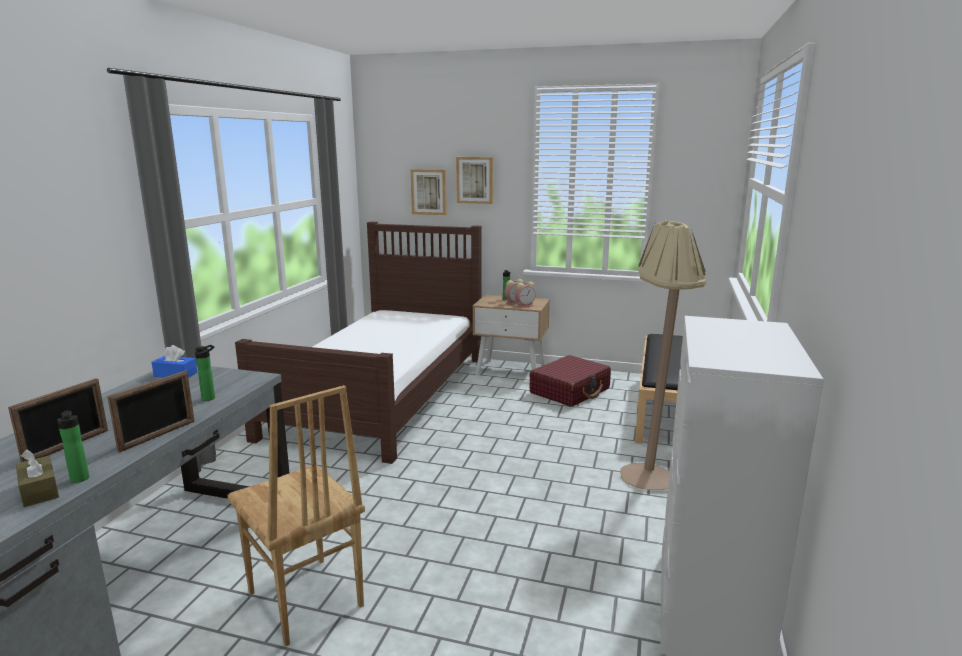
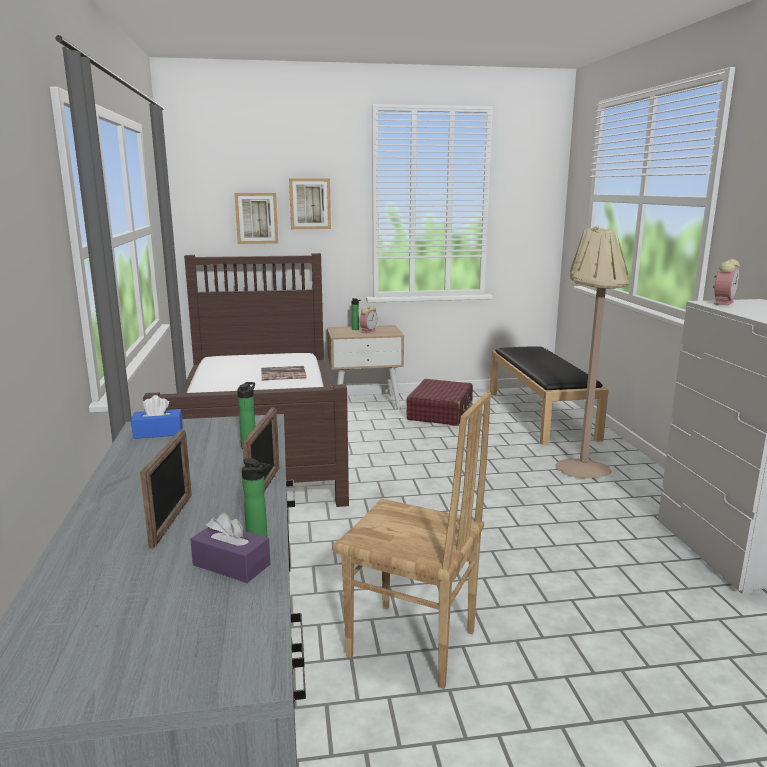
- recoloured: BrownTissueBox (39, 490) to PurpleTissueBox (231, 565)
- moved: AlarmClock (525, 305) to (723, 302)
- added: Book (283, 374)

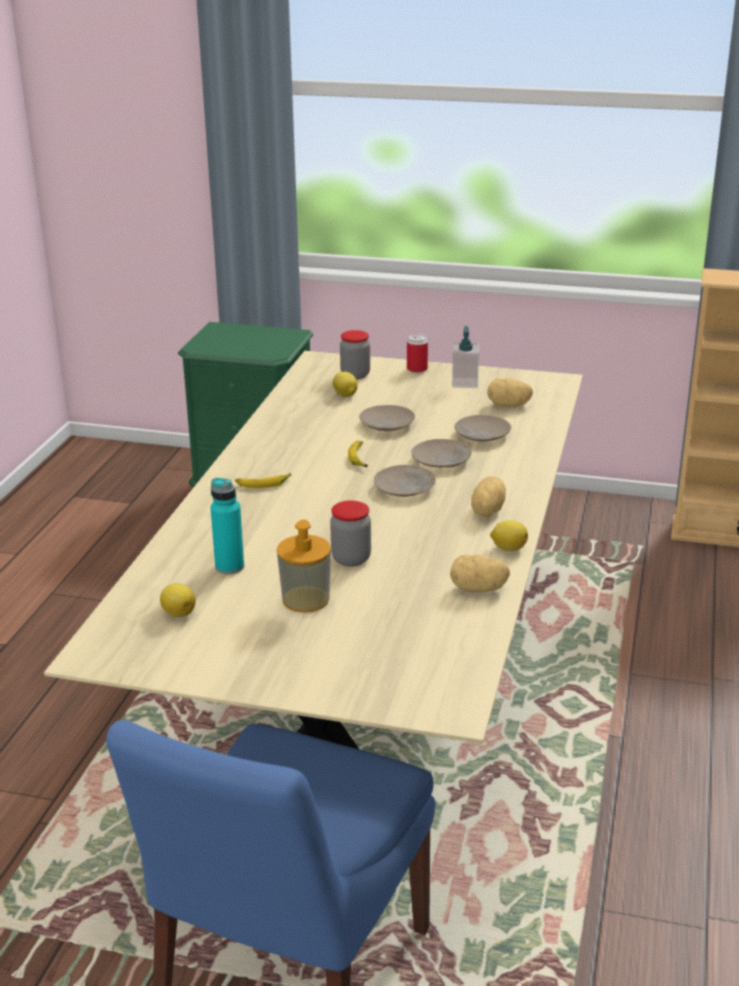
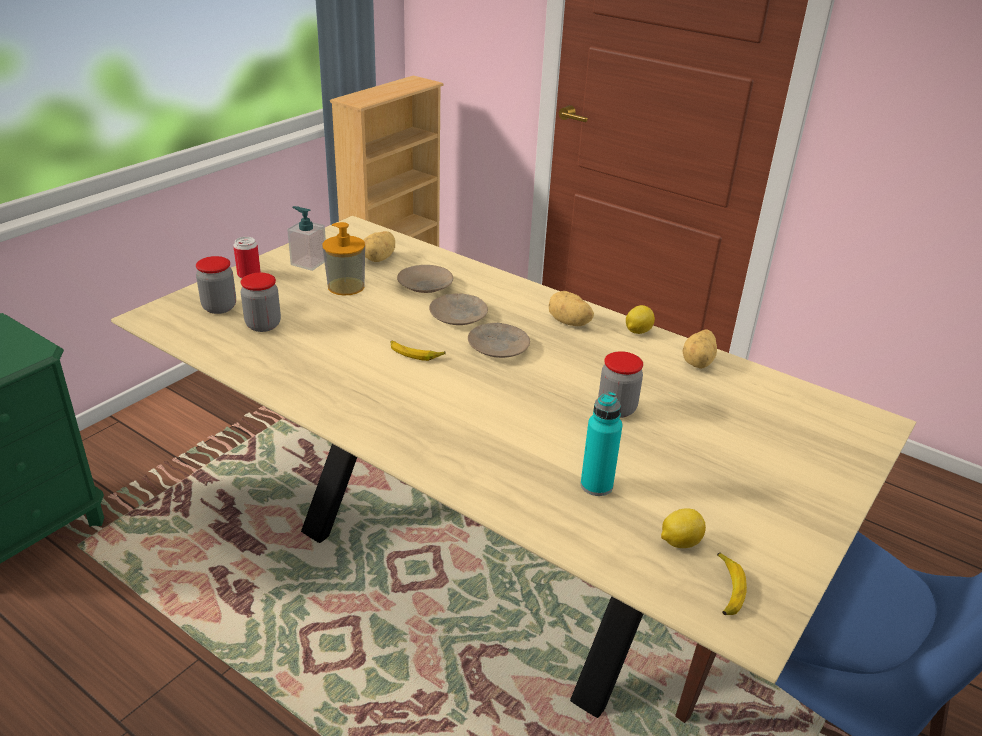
- moved: Banana (263, 484) to (727, 589)
- moved: SoapDispenser (305, 599) to (346, 286)
- replaced: Lemon (345, 395) to Jar (263, 325)
- removed: BeigePlate (387, 425)

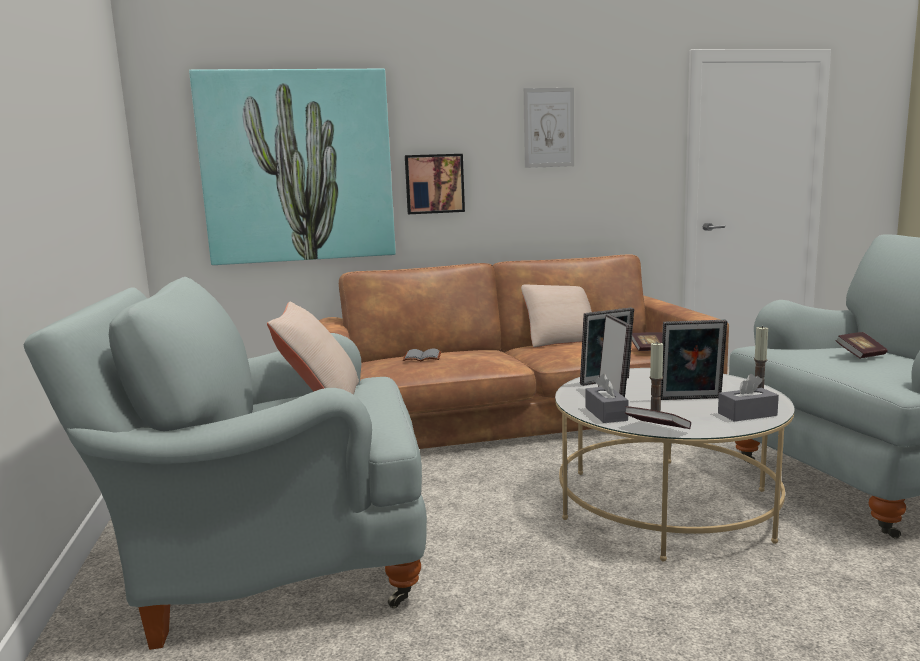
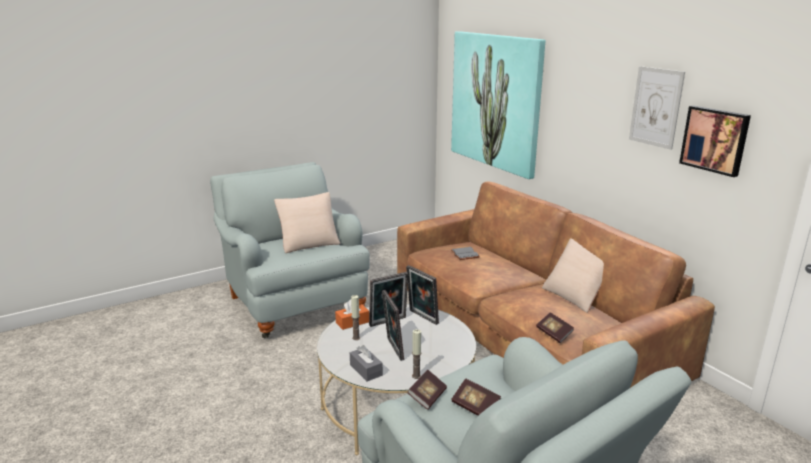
- moved: Picture (434, 184) to (715, 140)
- recoloured: GreyTissueBox (606, 414) to OrangeTissueBox (352, 322)
- moved: Book (657, 430) to (427, 397)

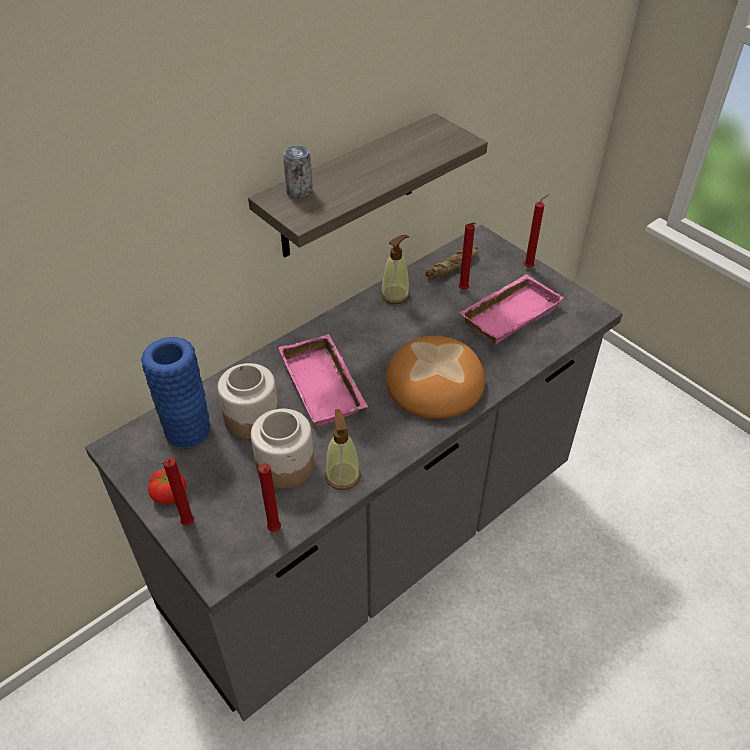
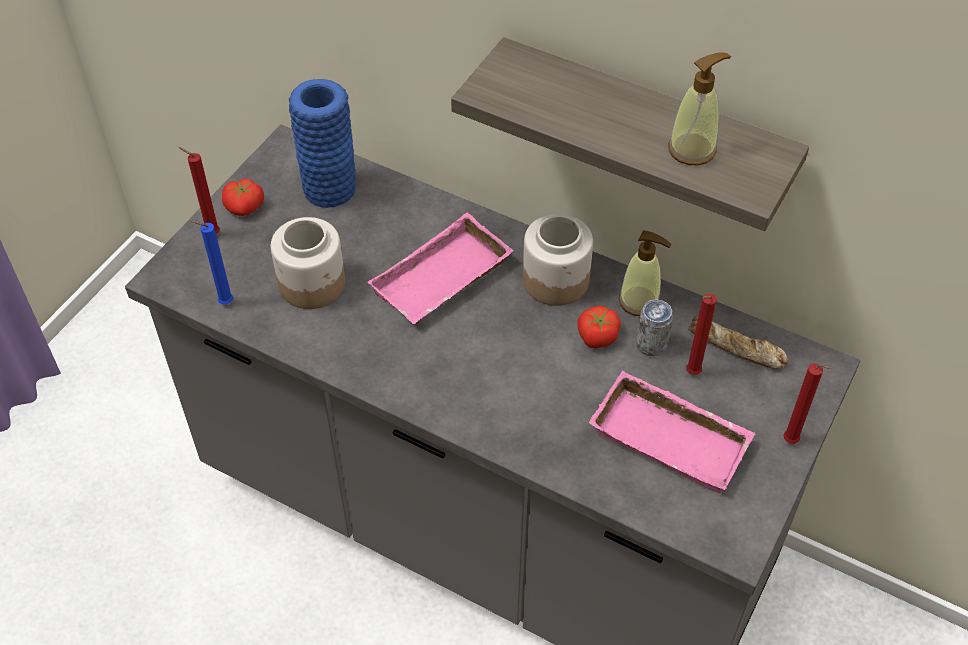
- moved: Jar (251, 417) to (556, 280)
- recoloured: RedCandle (274, 531) to BlueCandle (223, 303)
- moved: Can (299, 192) to (651, 345)
- moved: SoapDispenser (342, 475) to (692, 149)
- removed: Bread (434, 382)
- added: Tomato (597, 336)

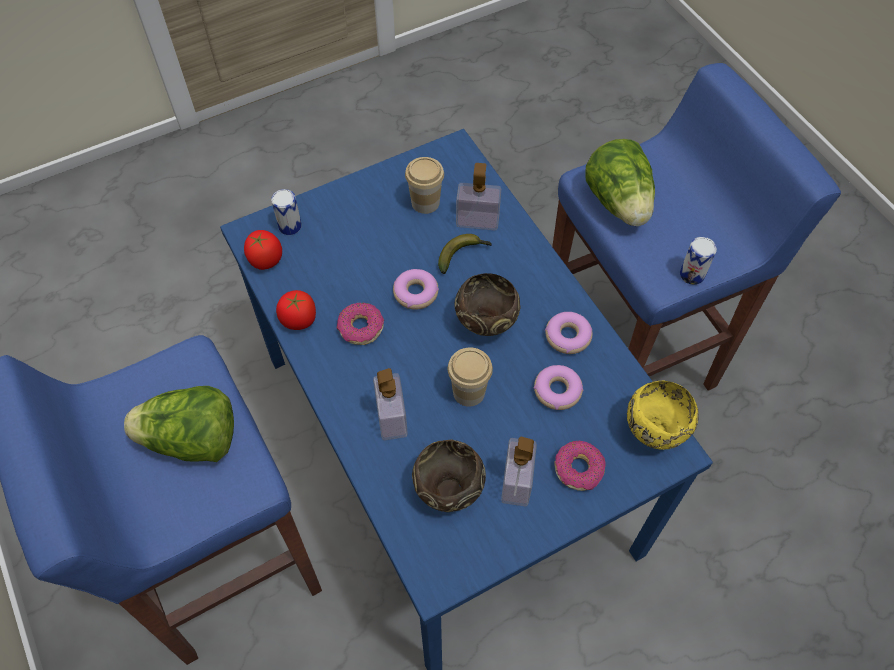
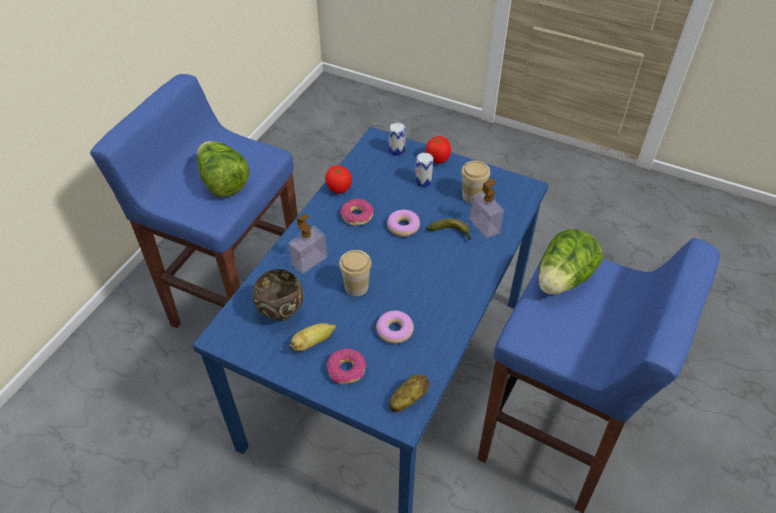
- moved: Tomato (265, 260) to (437, 159)
- removed: BrownBowl (487, 325)
- replaced: SoapDispenser (516, 482) to Banana (312, 342)
- removed: Donut (568, 336)
- replaced: YellowBowl (654, 432) to Potato (408, 399)
- moved: Can (692, 274) to (423, 181)

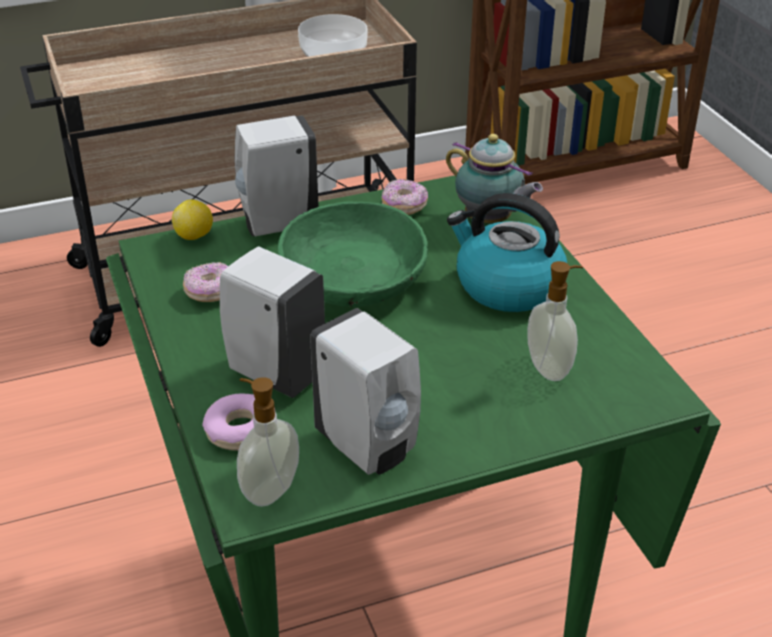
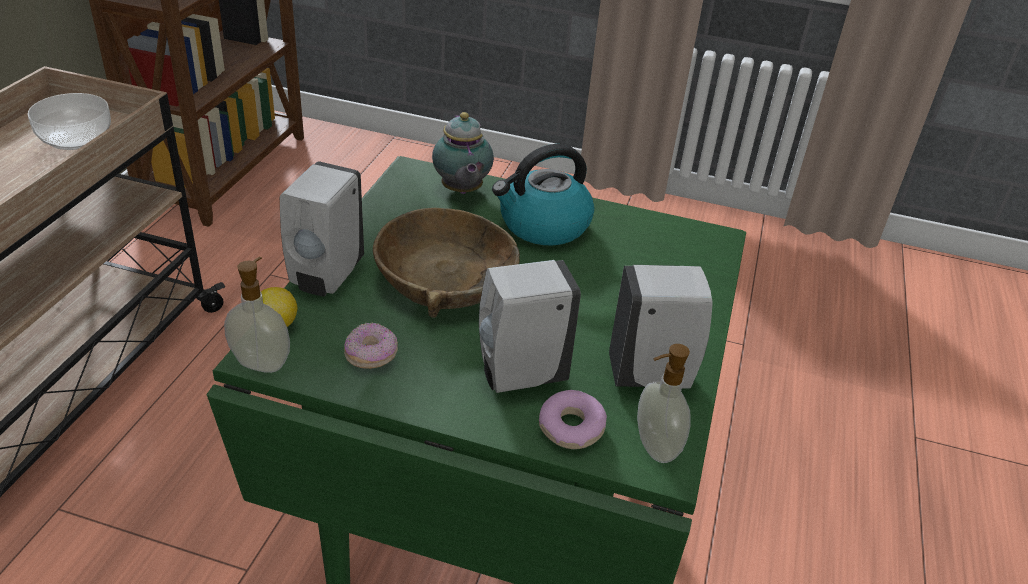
- recoloured: GreenBowl (352, 277) to BrownBowl (446, 279)
- removed: Donut (404, 207)
- turned: Teapot (490, 221) = (461, 191) 90 degrees clockwise
- moved: SoapDispenser (550, 368) to (262, 362)

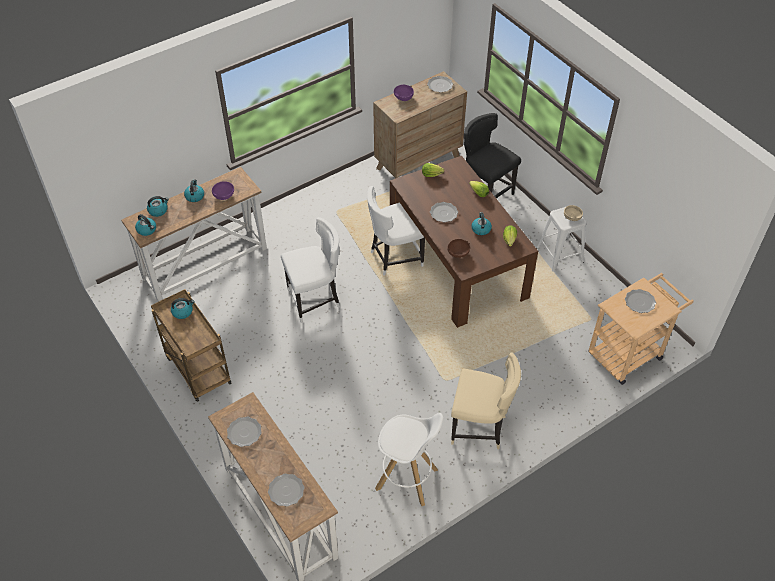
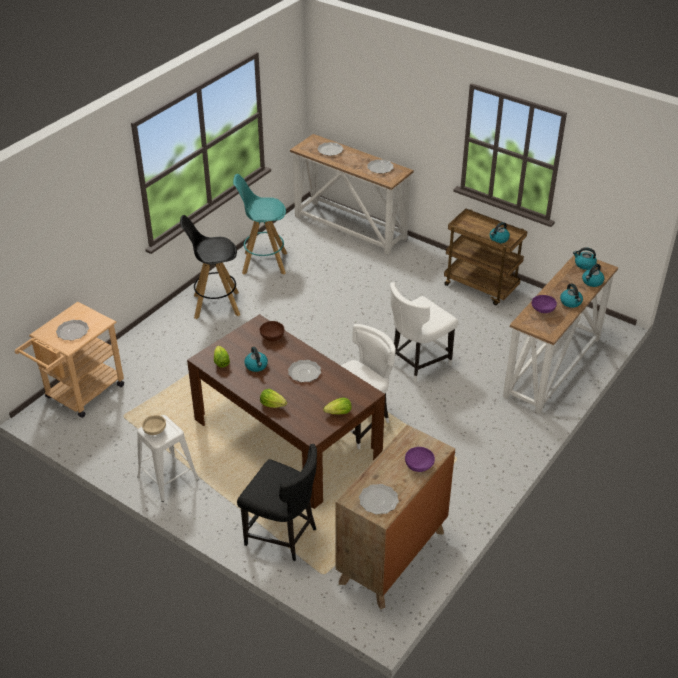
- recoloured: WhiteStool (407, 479) to TurquoiseStool (264, 263)
- replaced: BeigeChair (480, 428) to BlackStool (215, 305)

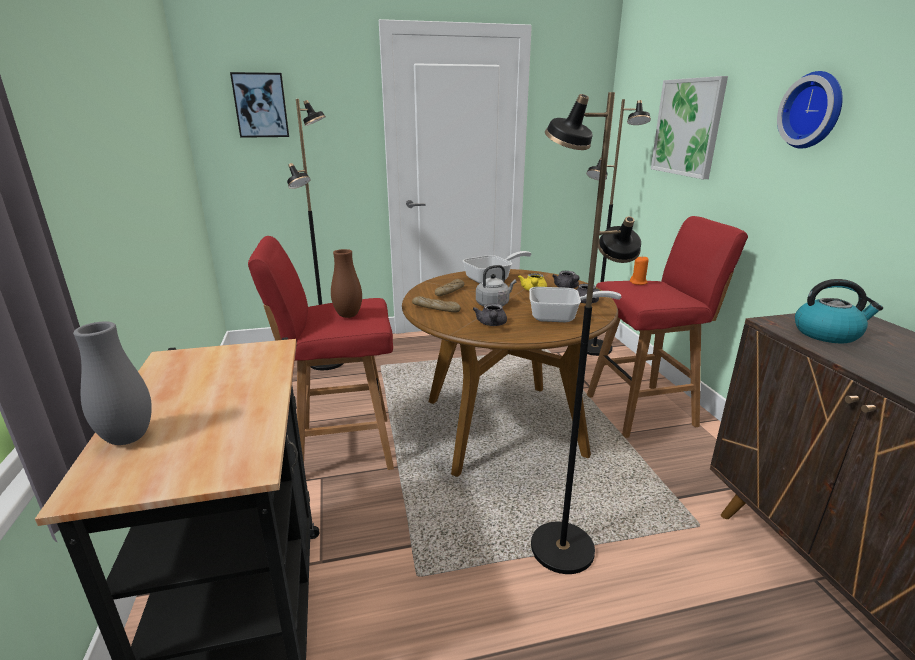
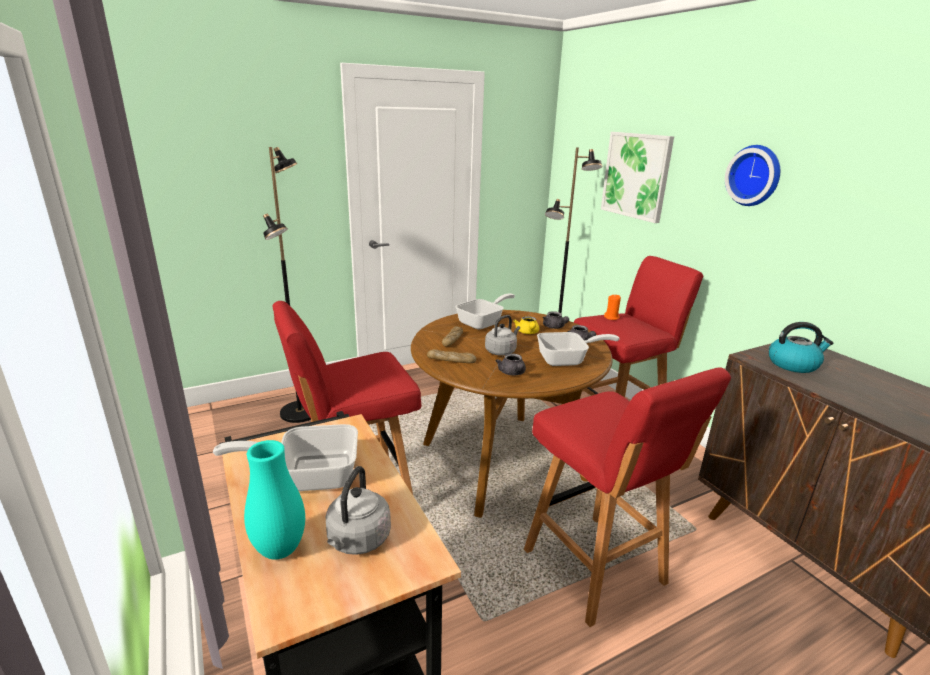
- recoloured: GreyVase (128, 438) to TurquoiseVase (280, 549)
- removed: Picture (261, 105)
- removed: BrownVase (348, 315)
- replaced: BlackFloorLamp (561, 547) to RedStool (595, 569)
- added: FryingPan (309, 475)
- added: GreyKettle (357, 541)

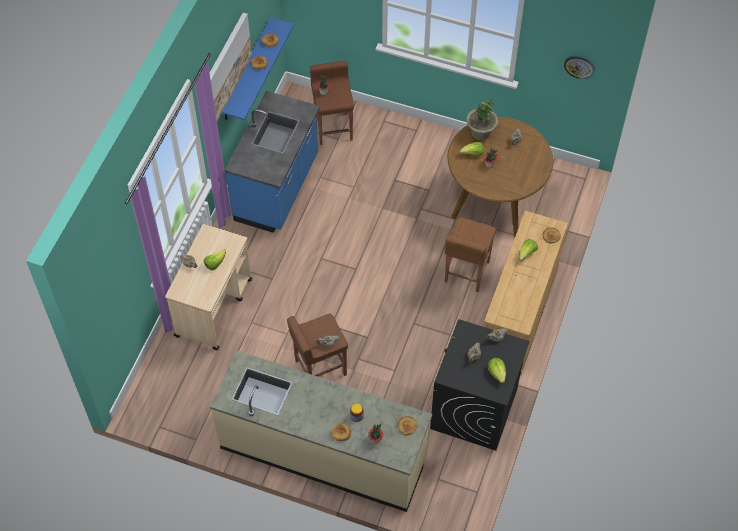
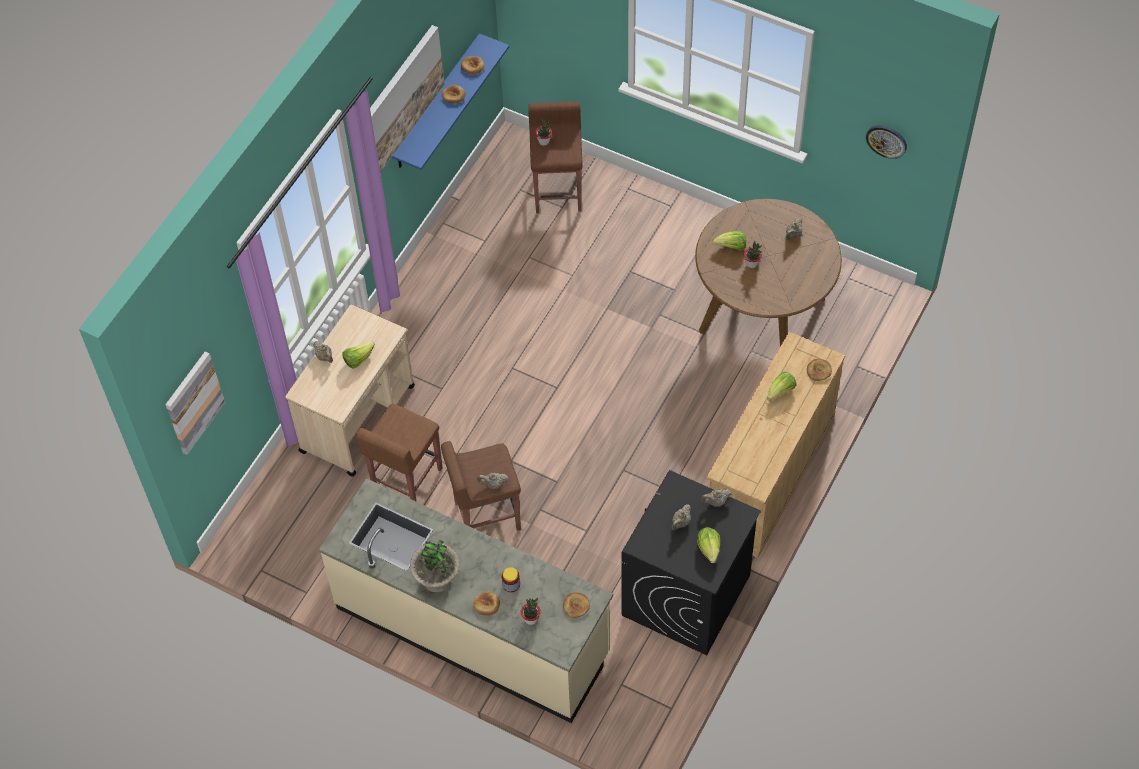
- removed: BlueCounter (278, 189)
- moved: BrownStool (466, 272) to (406, 480)
- moved: PottedPlant (480, 133) to (437, 579)
- added: Picture (193, 402)

